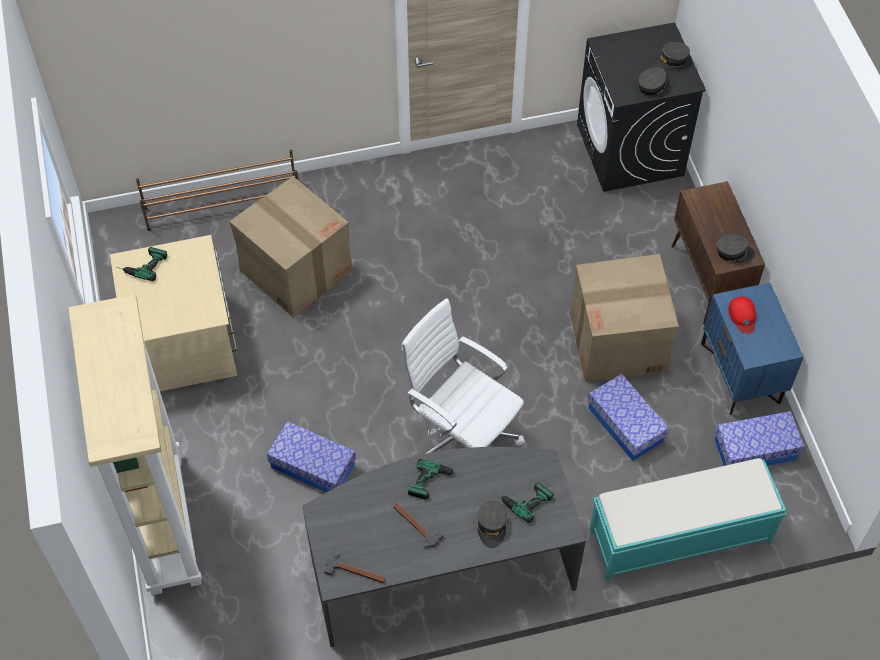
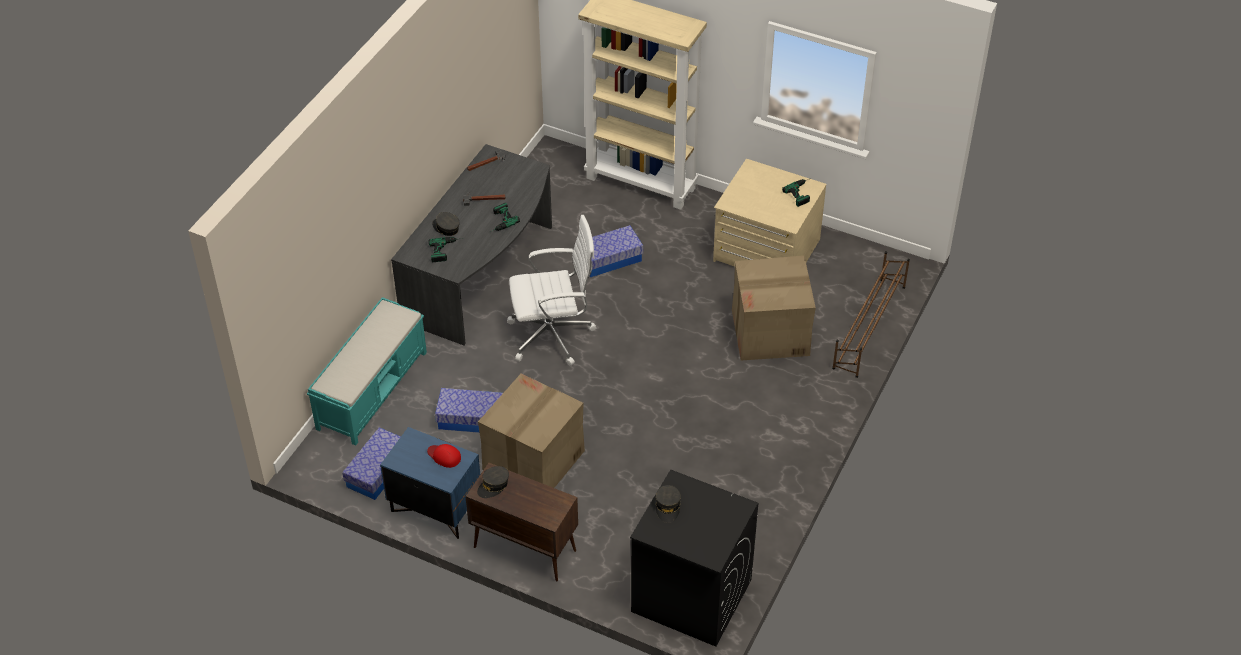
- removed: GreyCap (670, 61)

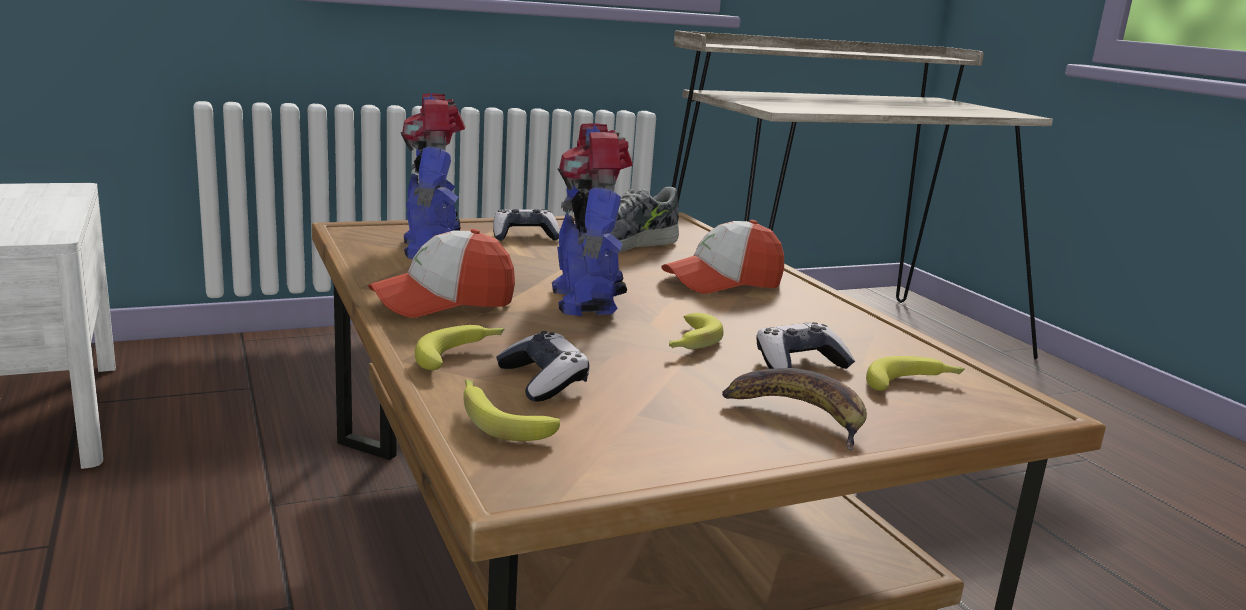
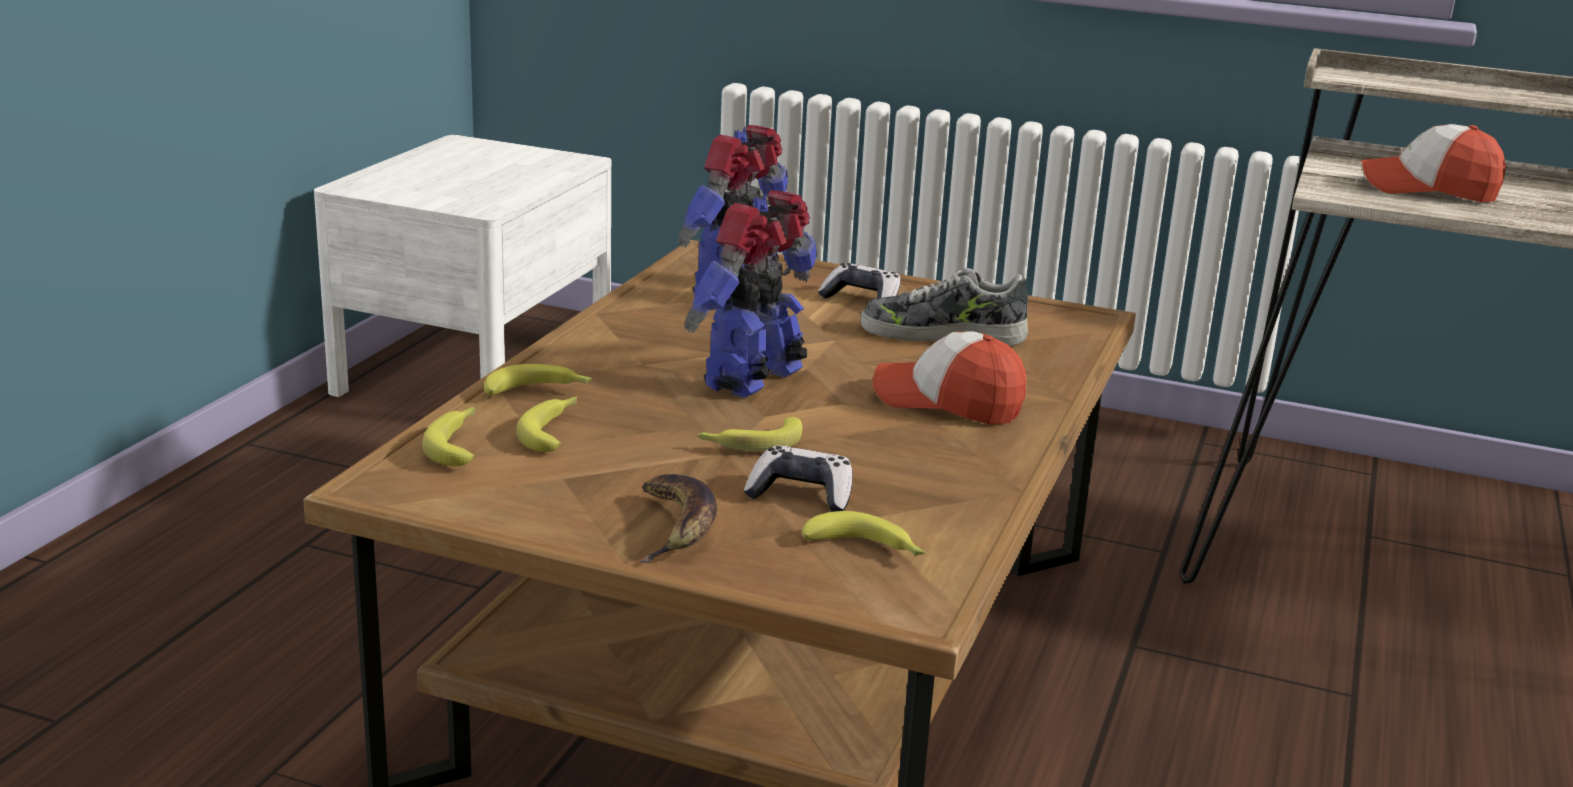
- moved: Cap (443, 302) to (1427, 189)
- replaced: GameController (543, 381) to Banana (554, 431)

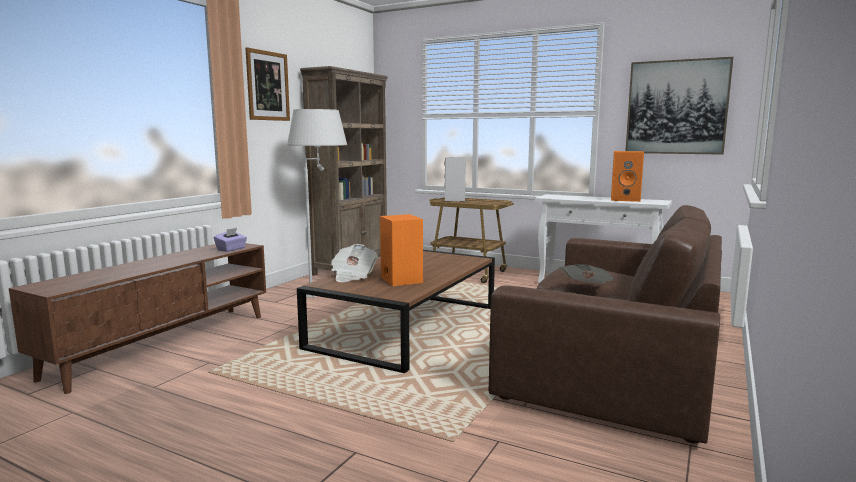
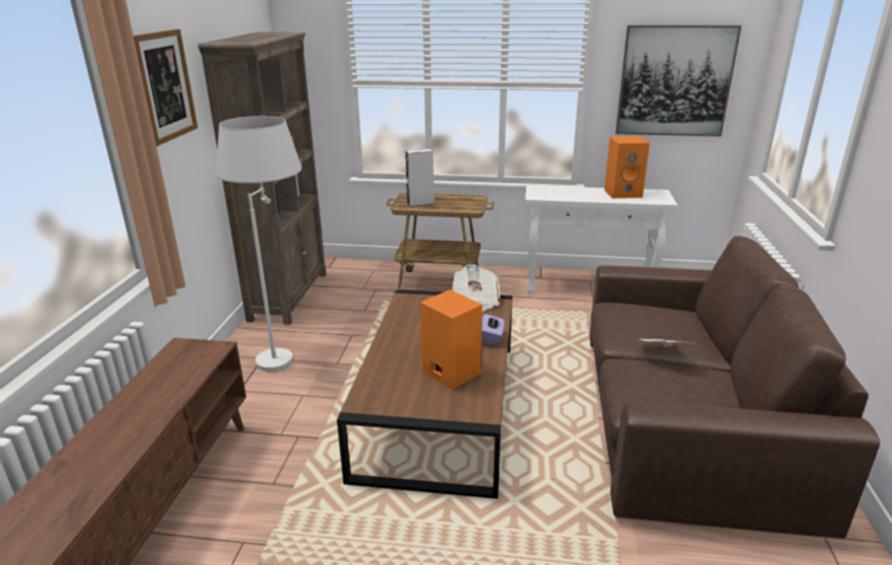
- moved: PurpleTissueBox (231, 249) to (492, 338)
- moved: Newspaper (353, 276) to (476, 301)

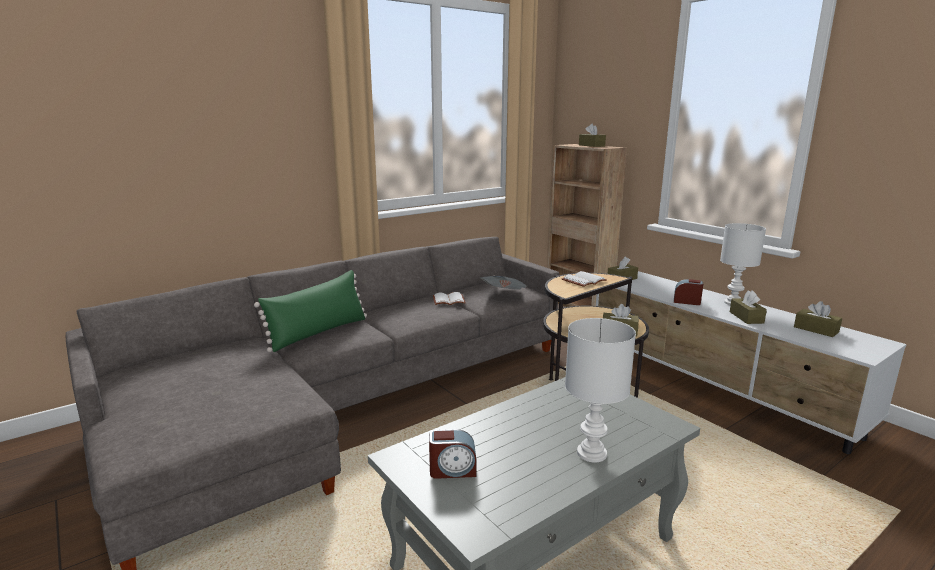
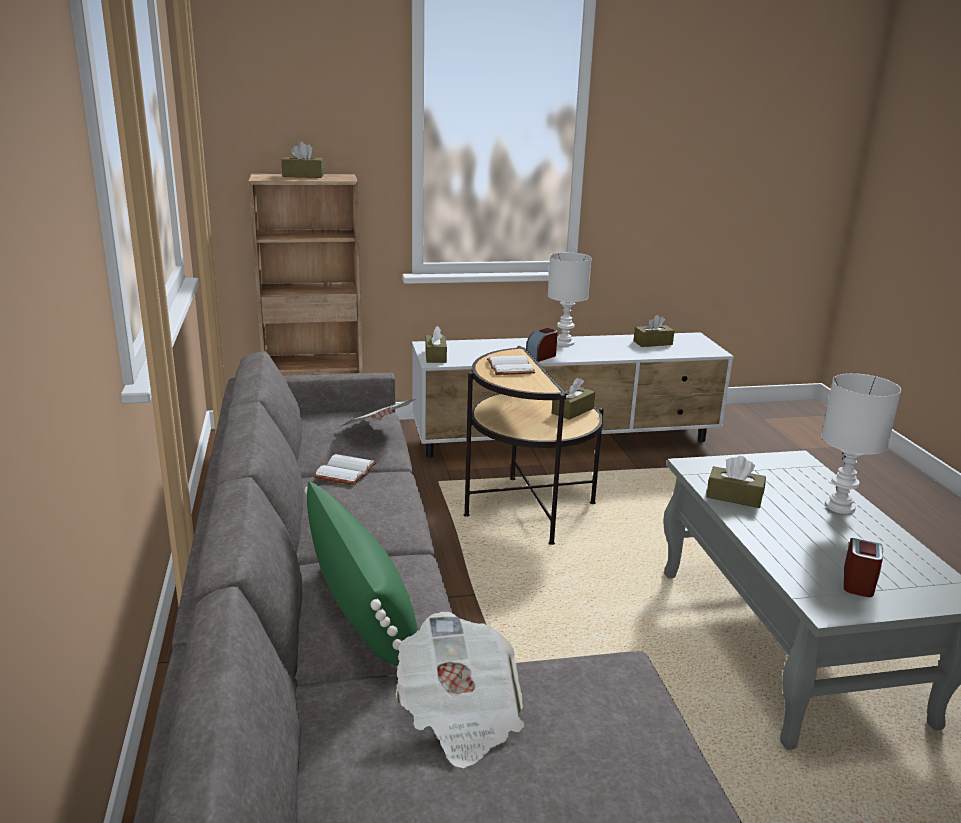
- moved: BrownTissueBox (746, 317) to (734, 496)
- added: Newspaper (459, 715)

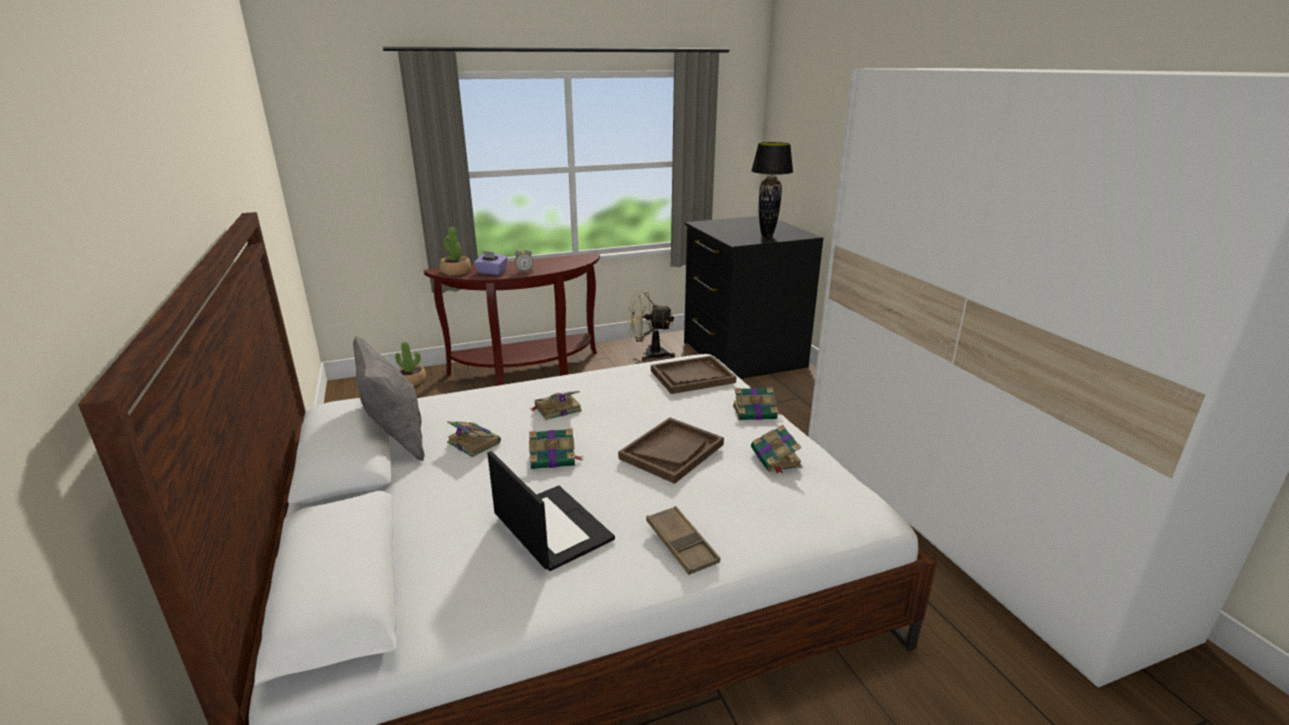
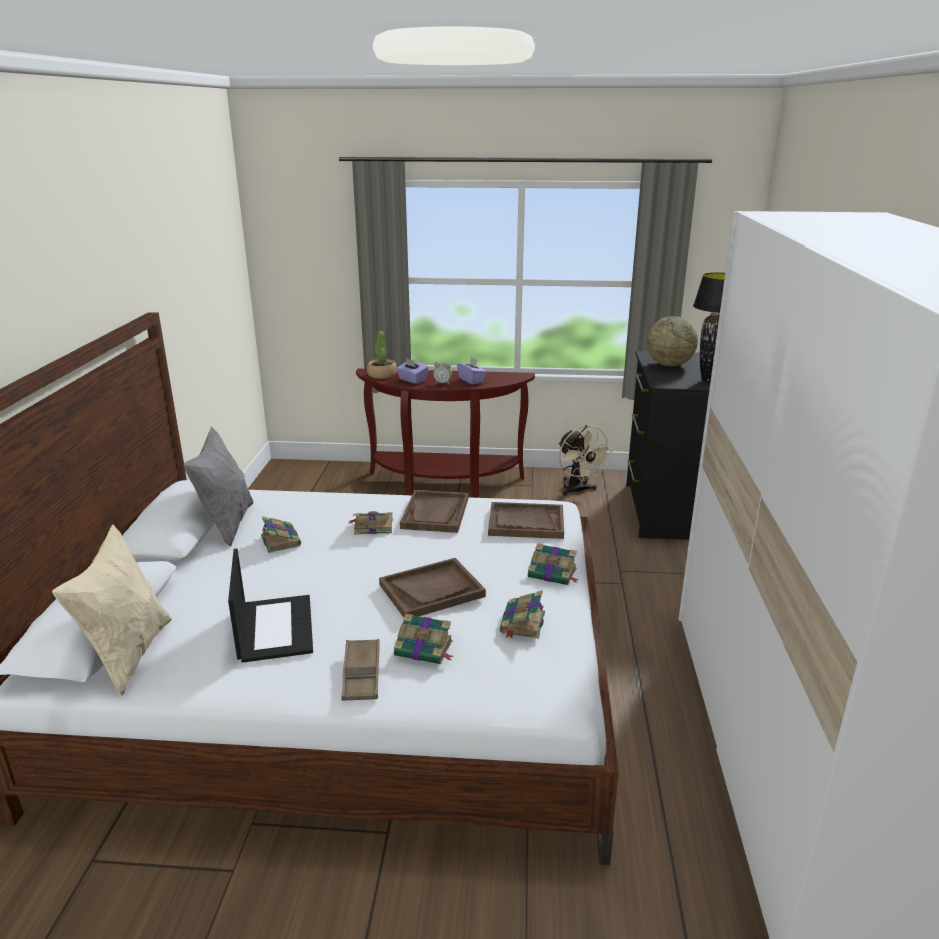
- removed: PottedPlant (412, 381)
- moved: Book (554, 458) to (424, 649)
- turned: BeigeFan (649, 354) = (578, 491) 150 degrees counterclockwise
- added: BeigePillow (128, 654)
- added: BrownTray (435, 513)
- added: PurpleTissueBox (472, 380)
- added: Globe (669, 365)

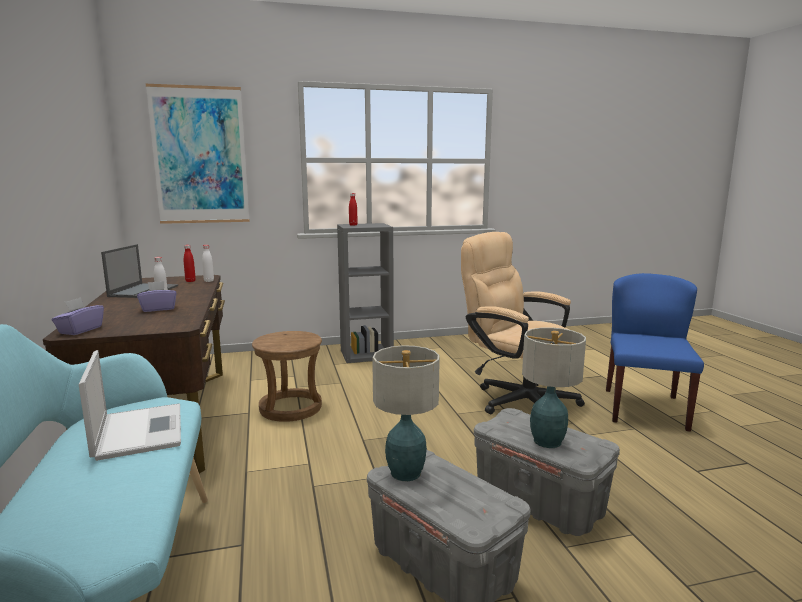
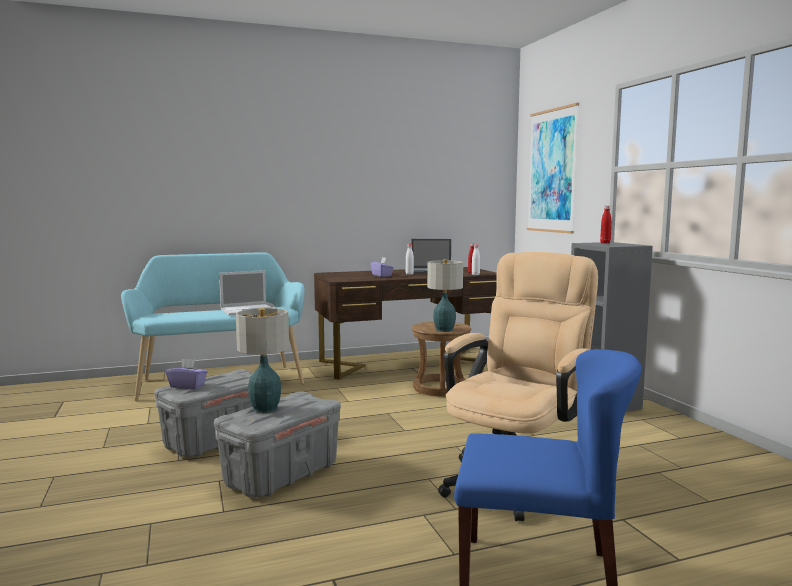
- moved: PurpleTissueBox (80, 330) to (187, 386)
- moved: TableLamp (405, 472) to (444, 330)

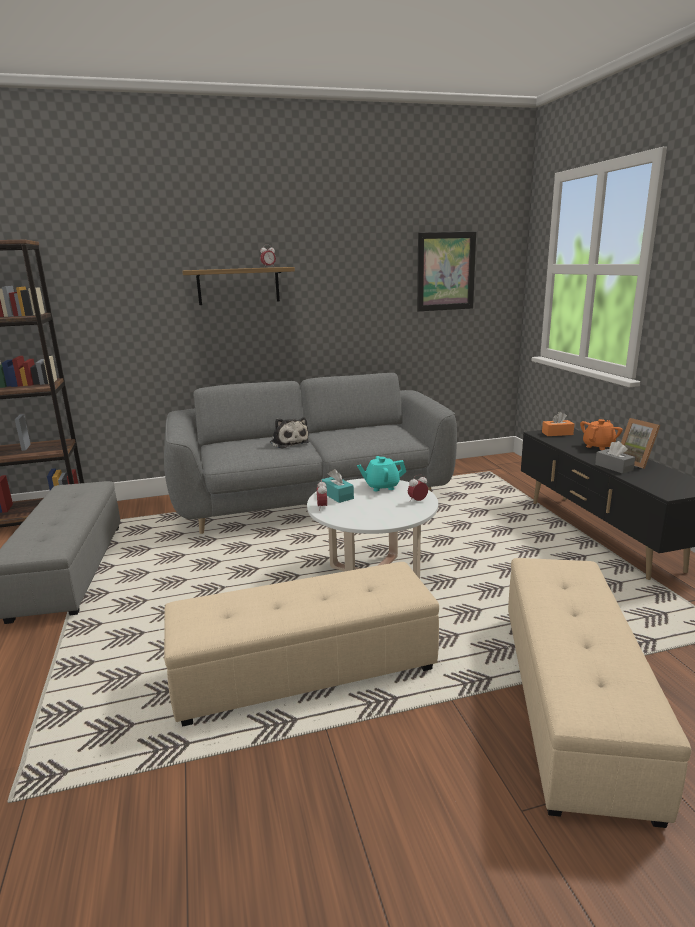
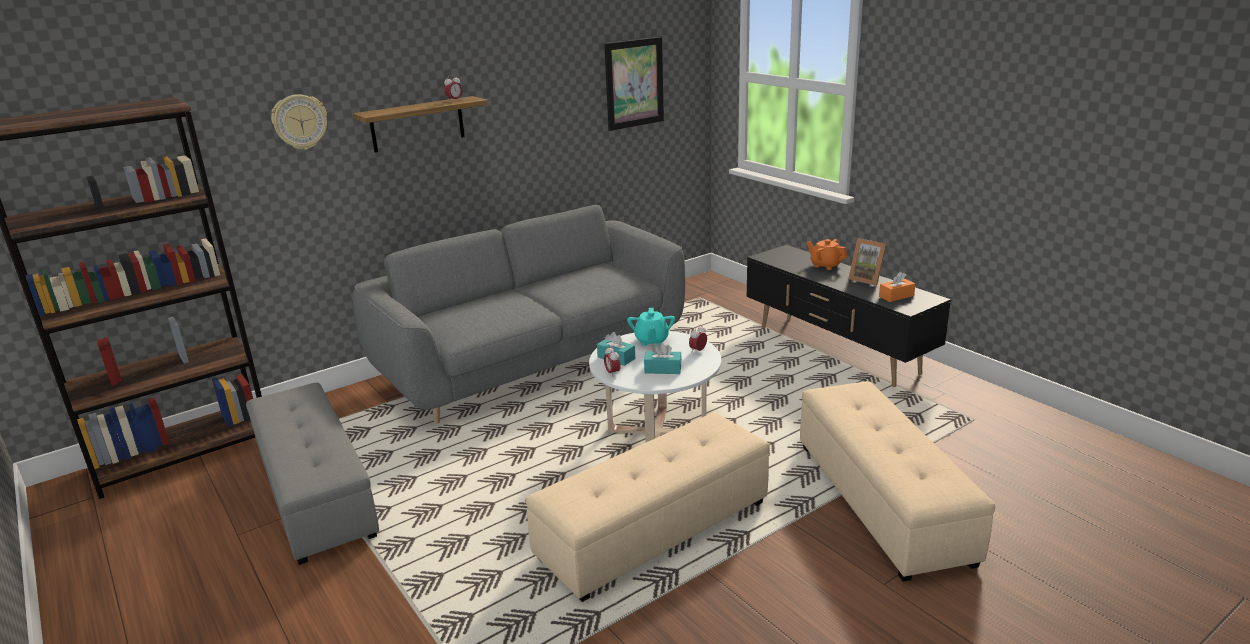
- removed: PlushToy (288, 442)
- turned: TurquoiseTeapot (381, 486) = (651, 341) 60 degrees counterclockwise
- moved: OrangeTissueBox (557, 433) to (896, 296)
- turned: OrangeTeapot (598, 446) = (825, 265) 75 degrees counterclockwise
- removed: GreyTissueBox (613, 467)
- added: WallClock (300, 122)
- added: TurquoiseTissueBox (663, 369)

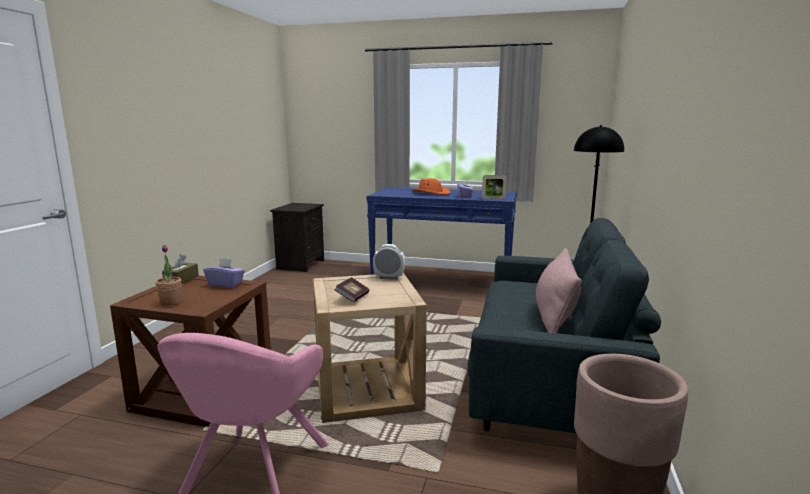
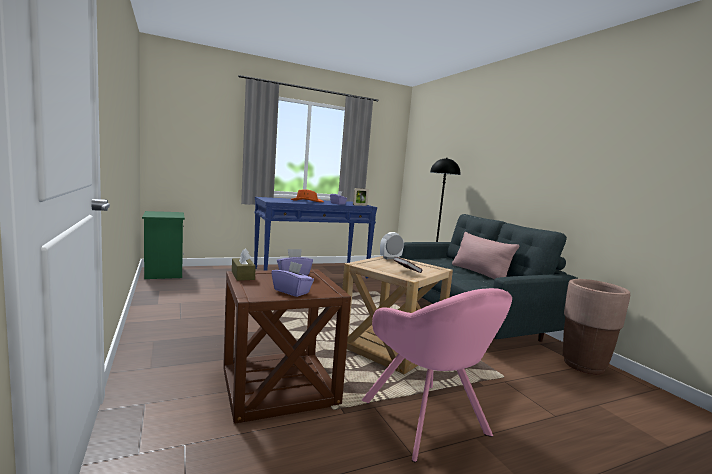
- replaced: PottedPlant (171, 302) to PurpleTissueBox (292, 291)
- recoloured: BlackNightstand (300, 264) to GreenNightstand (163, 272)

